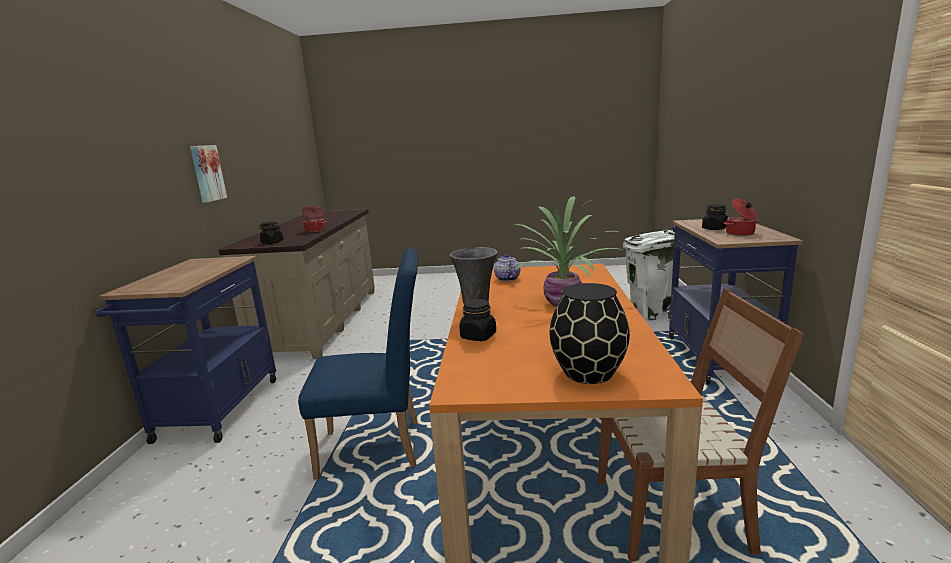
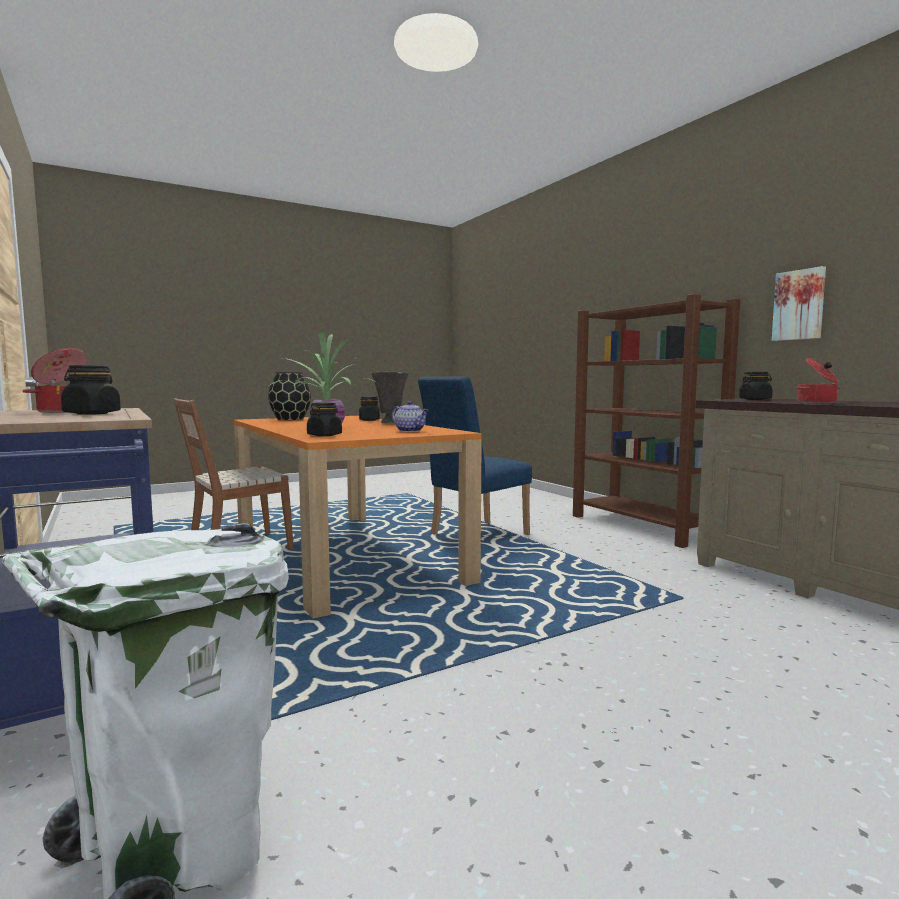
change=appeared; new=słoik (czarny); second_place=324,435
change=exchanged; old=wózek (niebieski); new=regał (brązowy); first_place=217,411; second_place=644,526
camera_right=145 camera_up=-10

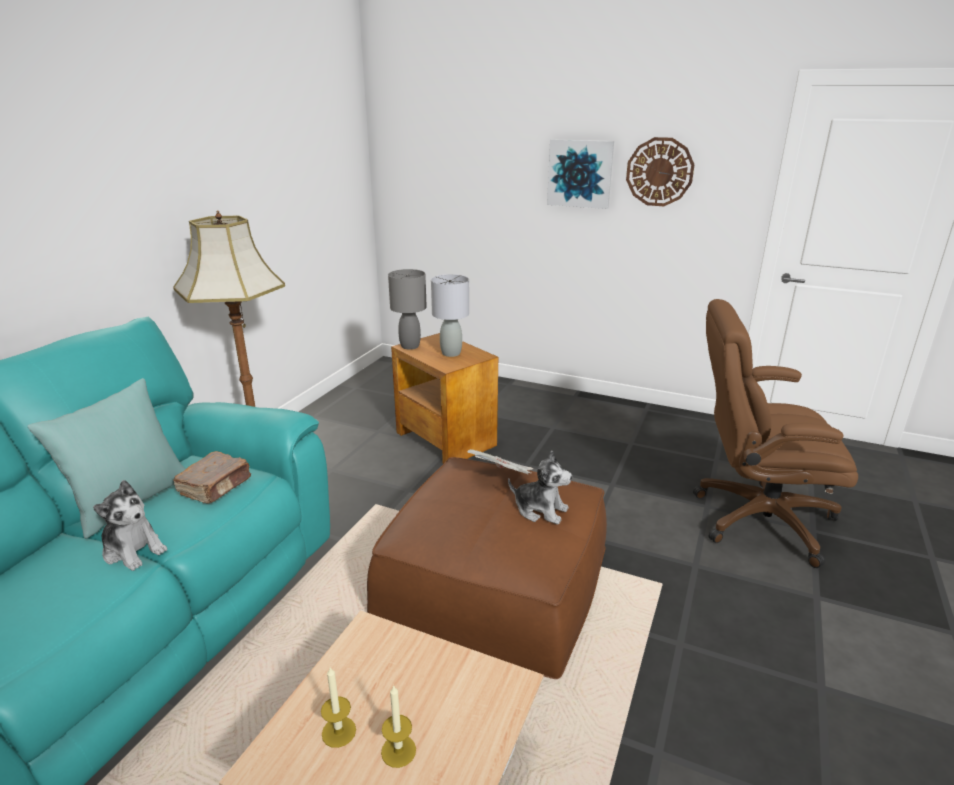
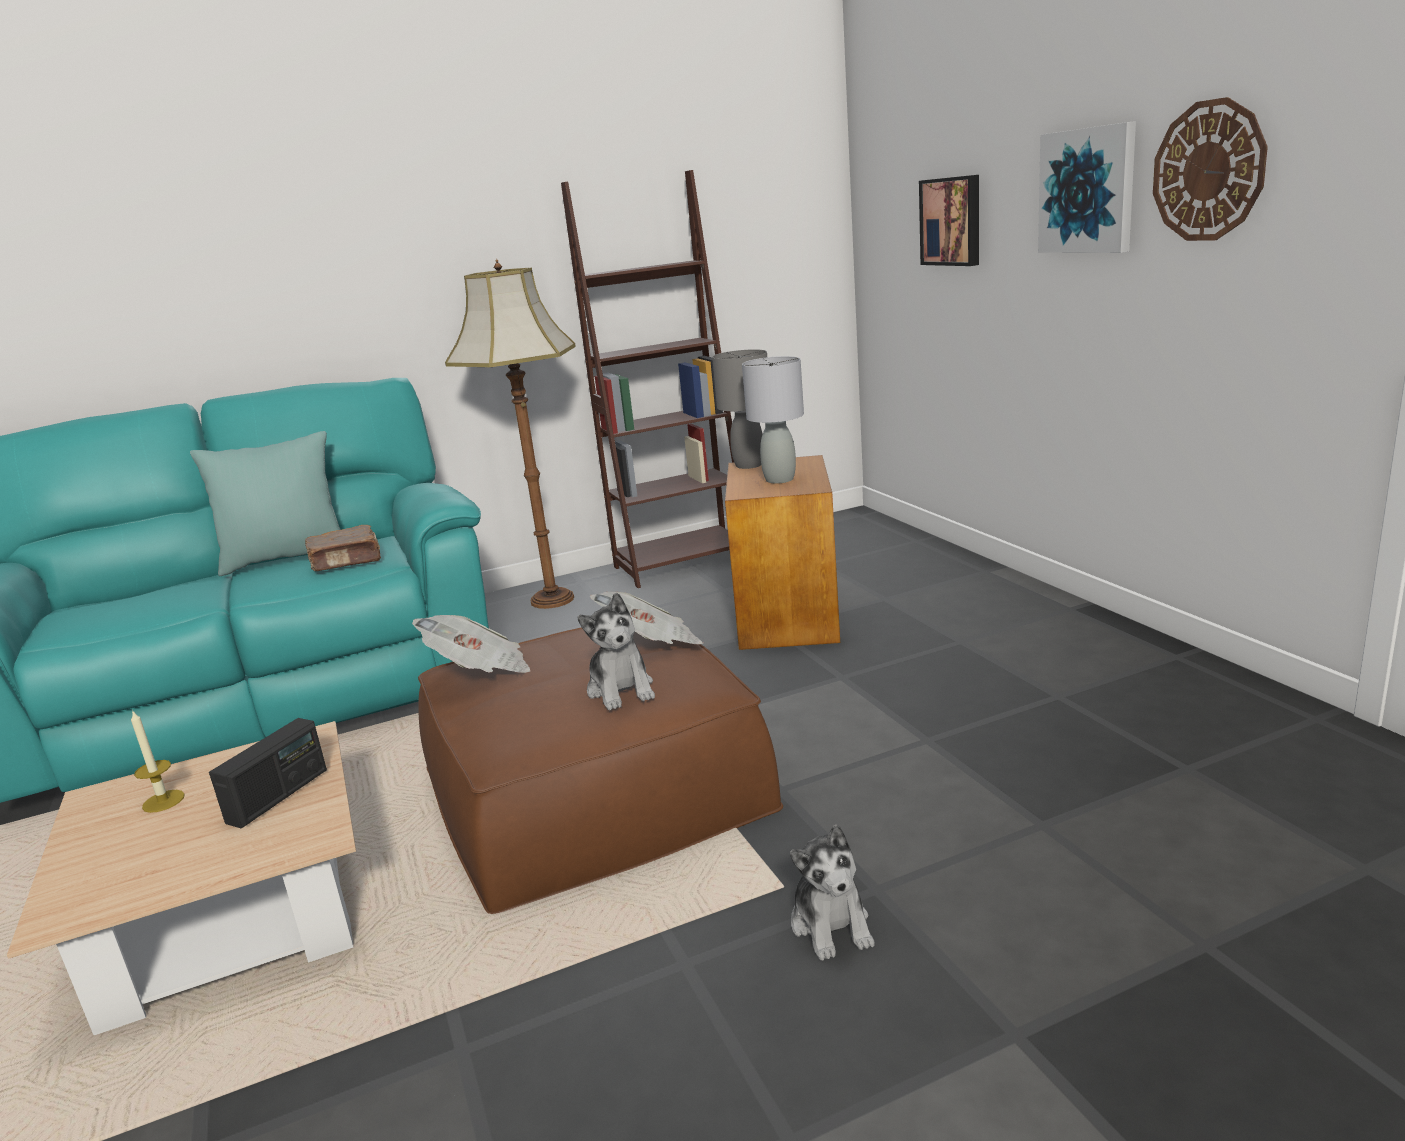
change=missing; old=świeca; first_place=398,751
change=missing; old=krzesło biurowe (brązowy); first_place=752,518
change=appeared; new=radio; second_place=278,796
change=appeared; new=gazeta; second_place=480,670
change=appeared; new=regał (brązowy); second_place=682,563
change=appeared; new=obraz; second_place=952,221
change=relocated; old=pluszak; first_place=134,550; second_place=831,925
camera_right=45 camera_up=-5

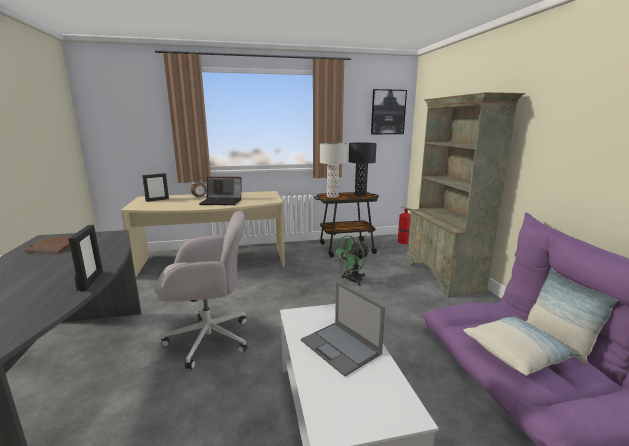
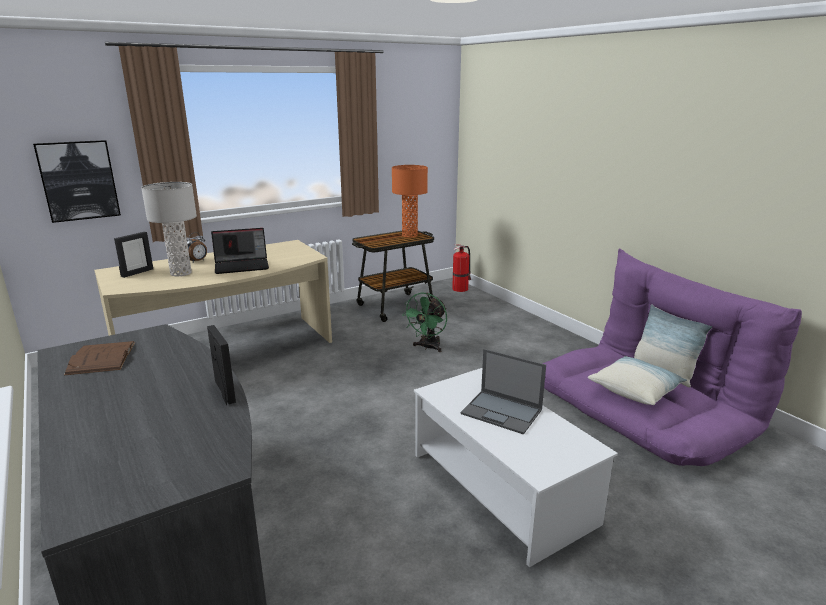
change=missing; old=krzesło biurowe (szary); first_place=210,340
change=missing; old=regał (zielony); first_place=443,276
change=relocated; old=lampa stołowa (biały); first_place=332,196; second_place=181,273
change=relocated; old=obraz; first_place=388,112; second_place=78,180
change=colour; old=lampa stołowa (czarny); new=lampa stołowa (pomarańczowy); first_place=360,195; second_place=409,235
camera_right=-20 camera_up=5

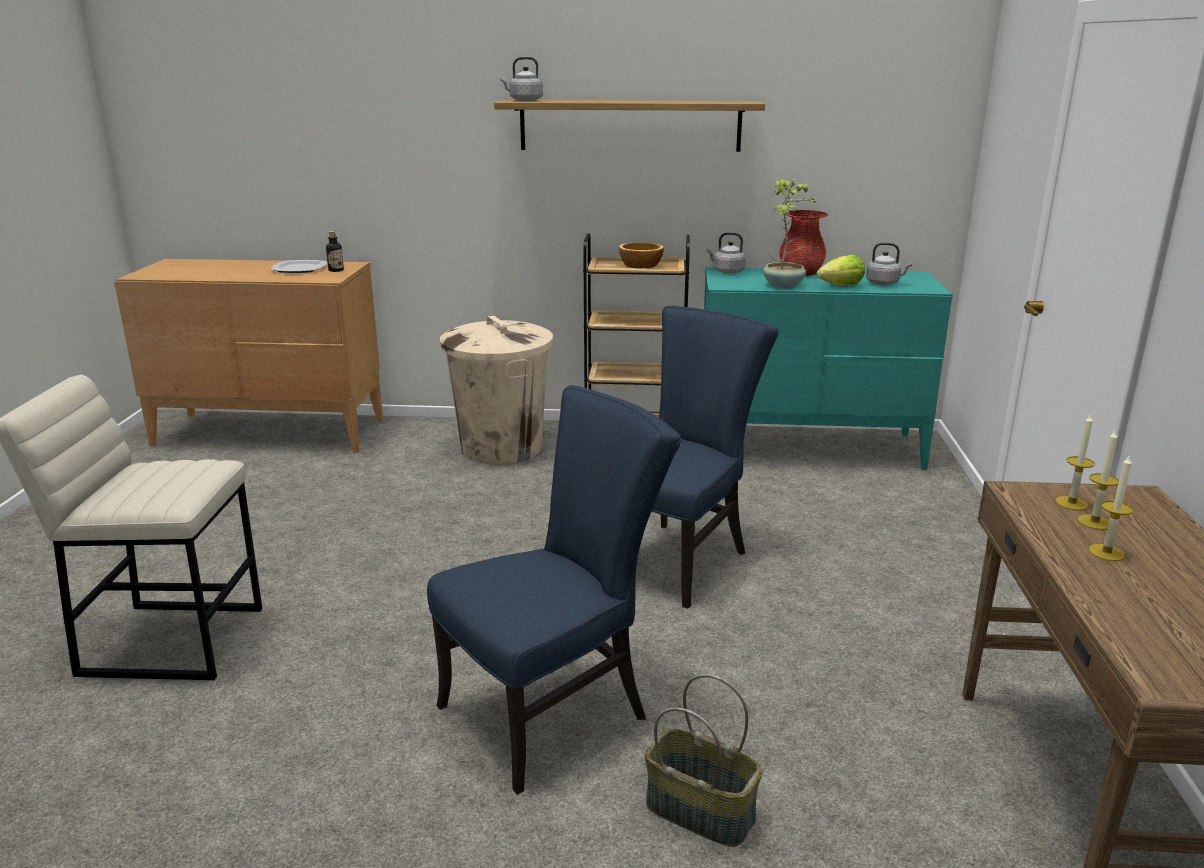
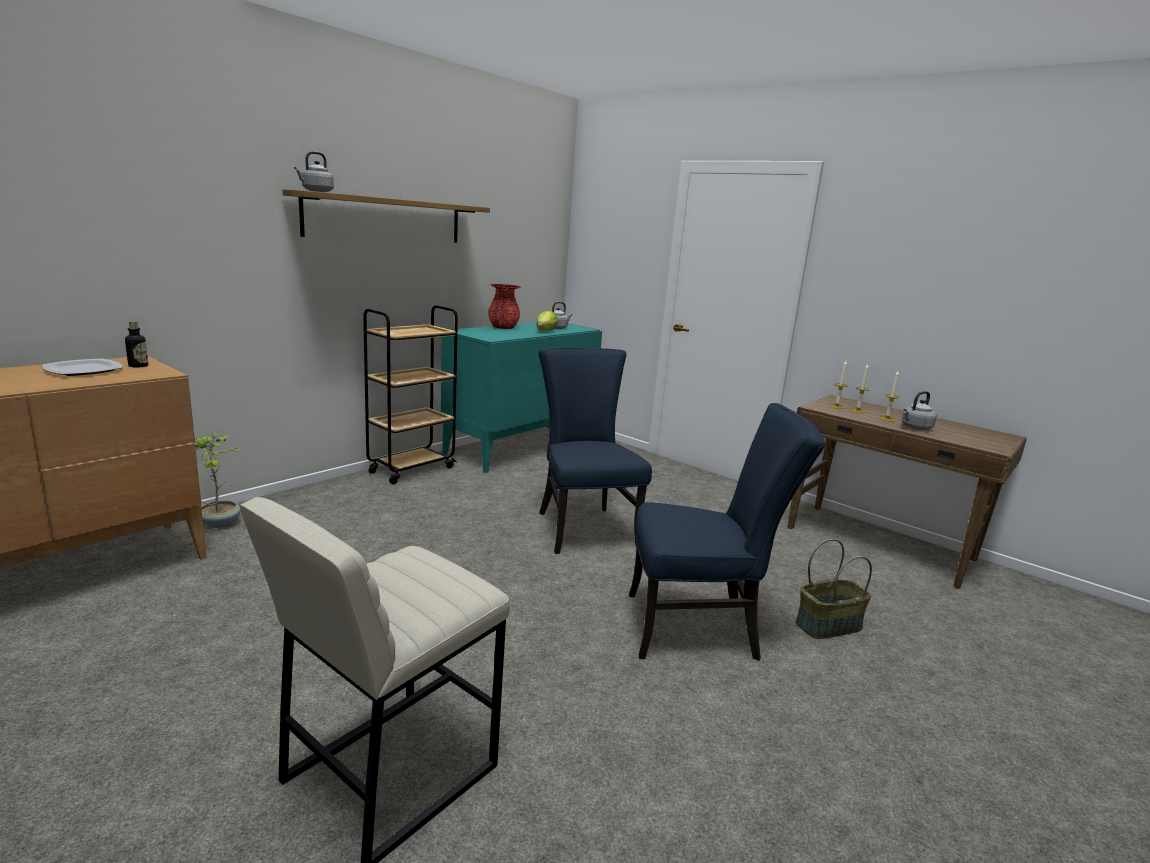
change=missing; old=kosz na śmieci (beżowy); first_place=501,447
change=missing; old=miska; first_place=640,266
change=relocated; old=czajnik (szary); first_place=727,271; second_place=915,428
change=relocated; old=roślina doniczkowa; first_place=784,285; second_place=221,523
change=spun; old=krzesło (niebieski); first_place=555,709; second_place=700,628; degrees=90
camera_right=-55 camera_up=-5

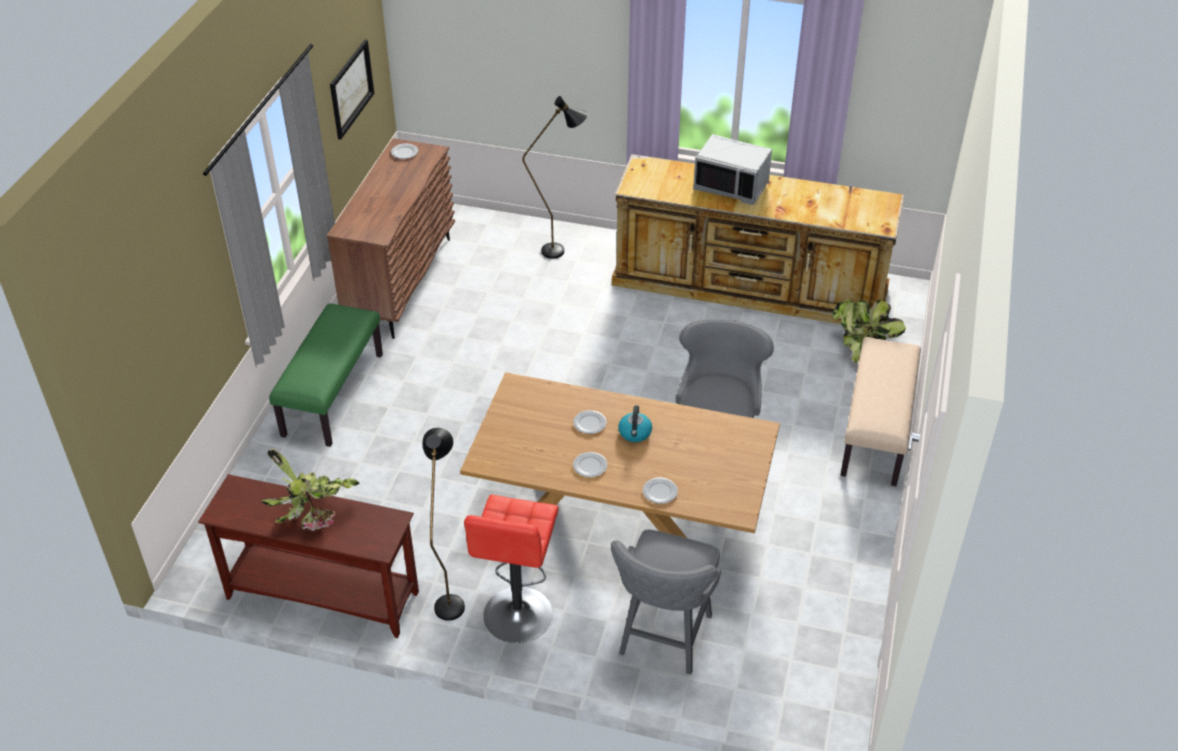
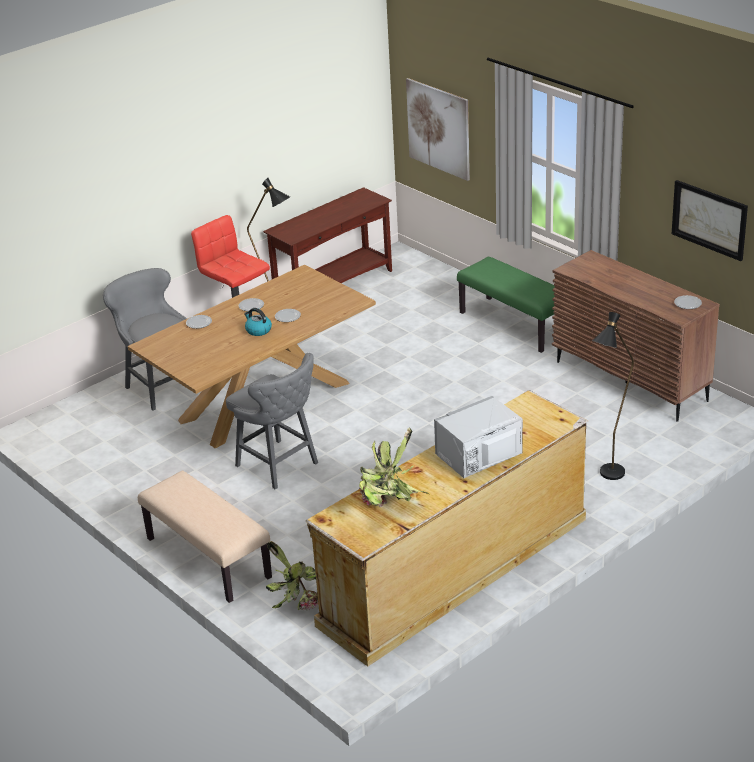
change=appeared; new=obraz; second_place=438,128
change=relocated; old=roślina doniczkowa; first_place=316,515; second_place=389,505
camera_right=125 camera_up=-10

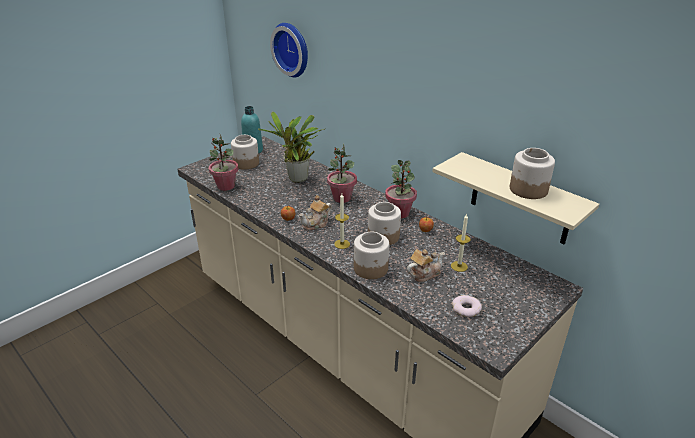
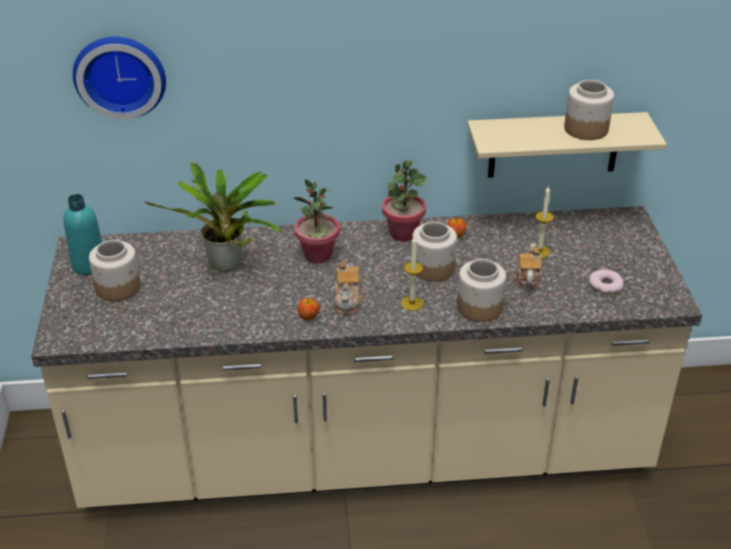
change=missing; old=roślina doniczkowa; first_place=226,186
camera_right=-50 camera_up=5

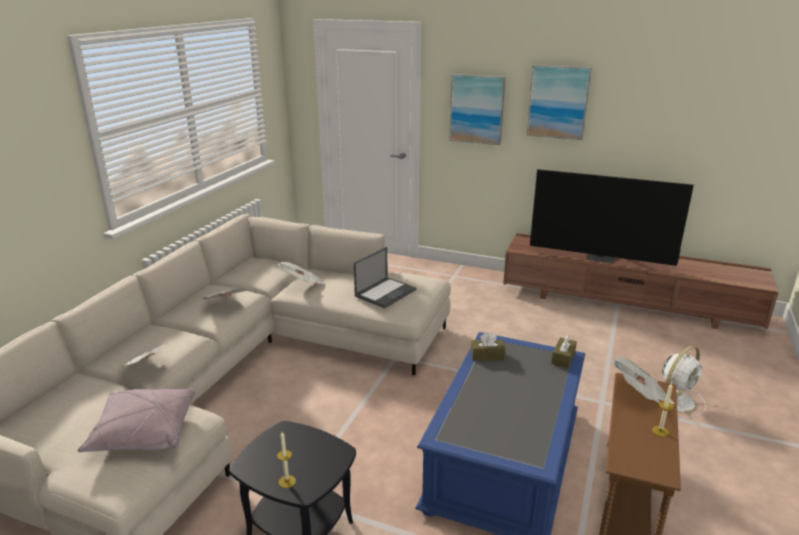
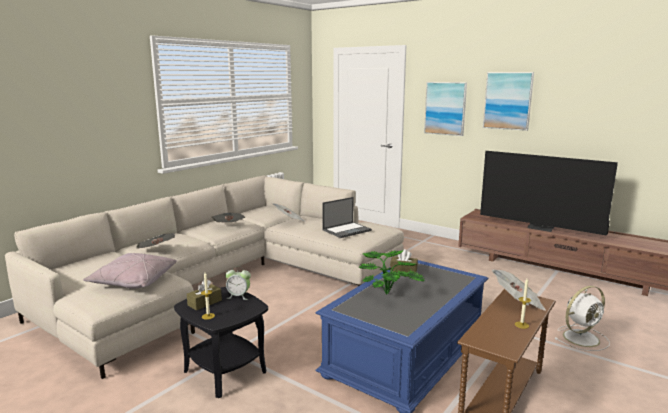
change=appeared; new=budzik; second_place=238,296
change=appeared; new=roślina doniczkowa; second_place=389,292
change=relocated; old=pudełko chusteczek (brązowy); first_place=563,358; second_place=204,303
camera_right=15 camera_up=-10

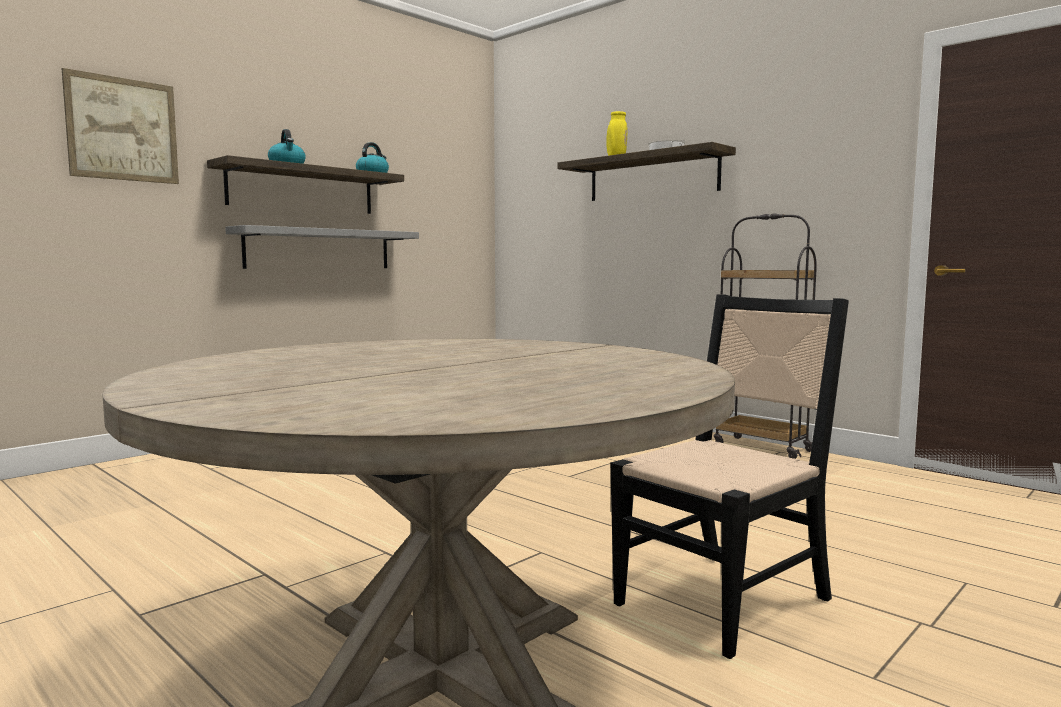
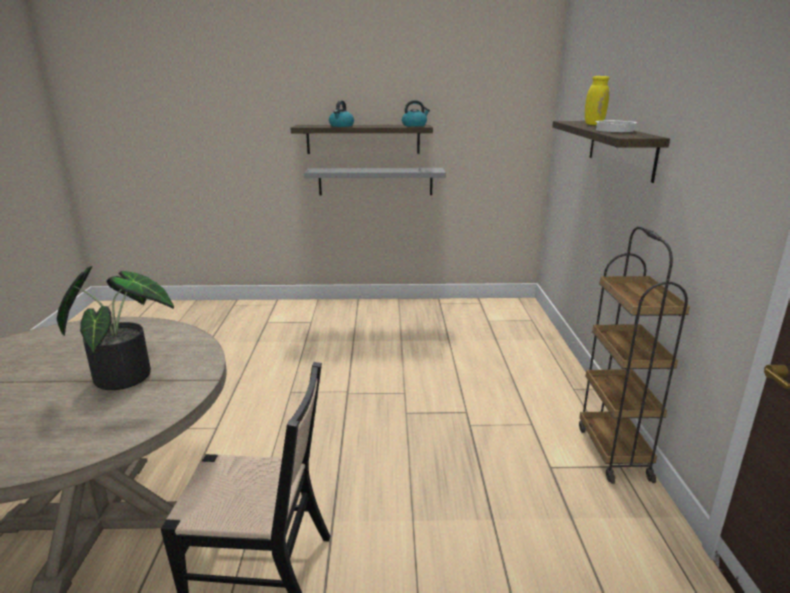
change=missing; old=obraz; first_place=122,129
change=appeared; new=roślina doniczkowa; second_place=129,374
camera_right=45 camera_up=15

